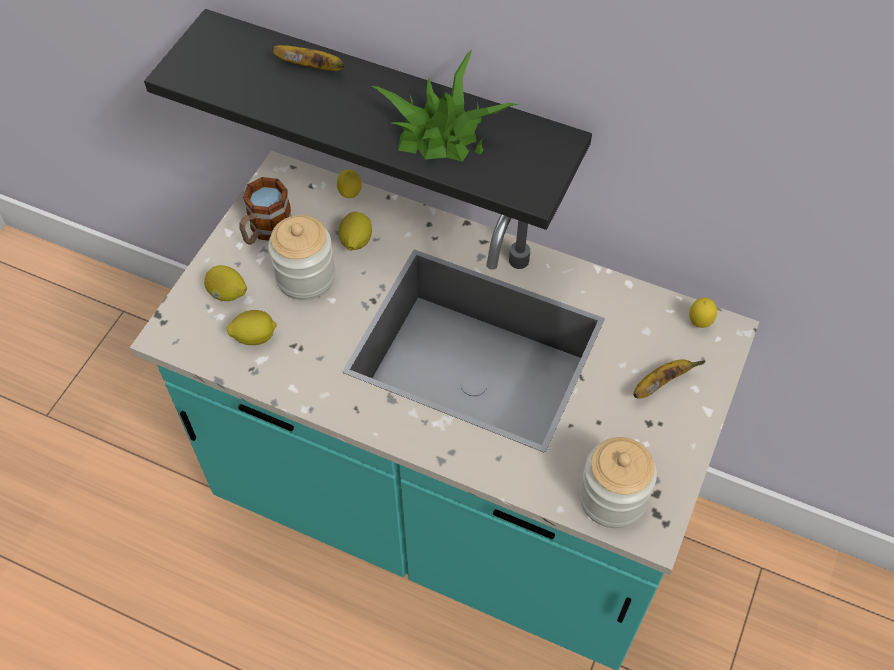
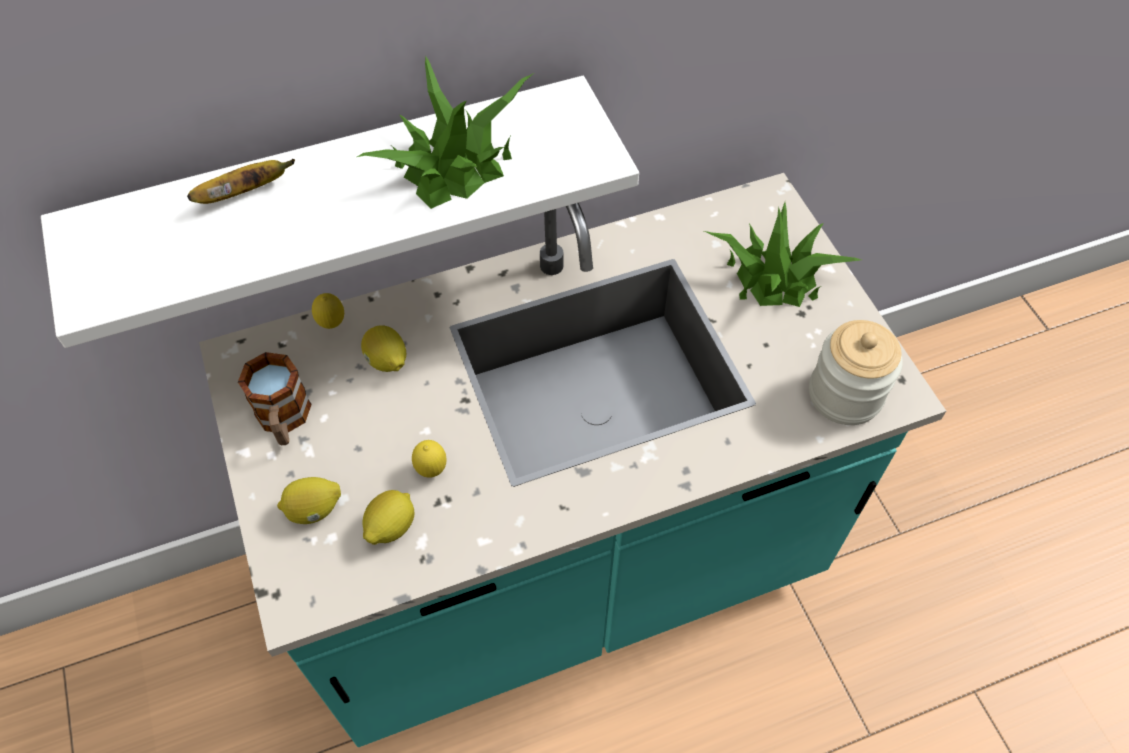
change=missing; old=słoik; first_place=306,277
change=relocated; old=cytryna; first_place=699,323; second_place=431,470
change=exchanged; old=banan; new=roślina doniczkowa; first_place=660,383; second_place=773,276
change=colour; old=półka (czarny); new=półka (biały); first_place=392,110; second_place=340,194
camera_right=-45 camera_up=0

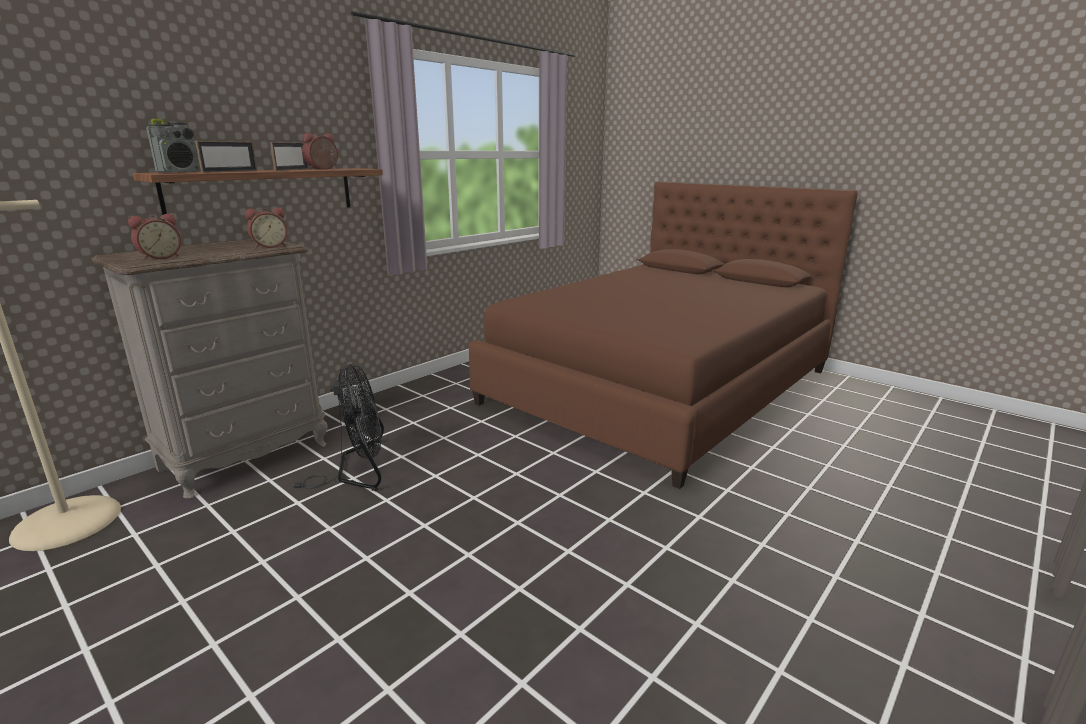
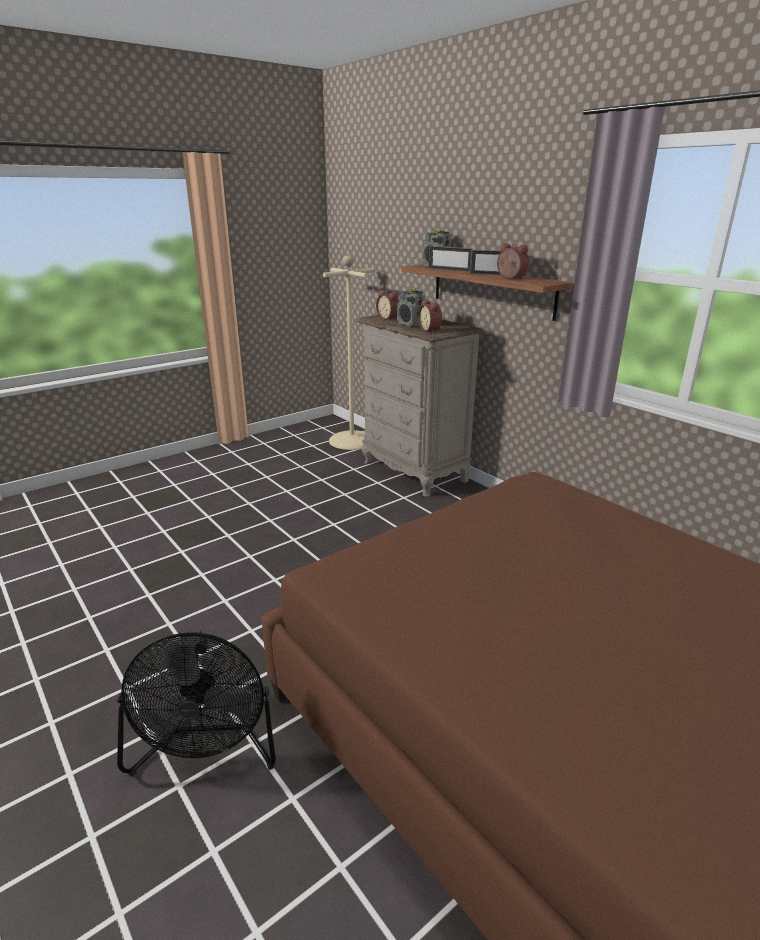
change=appeared; new=radio; second_place=410,324
change=relocated; old=wentylator (czarny); first_place=356,468; second_place=202,746
camera_right=100 camera_up=5

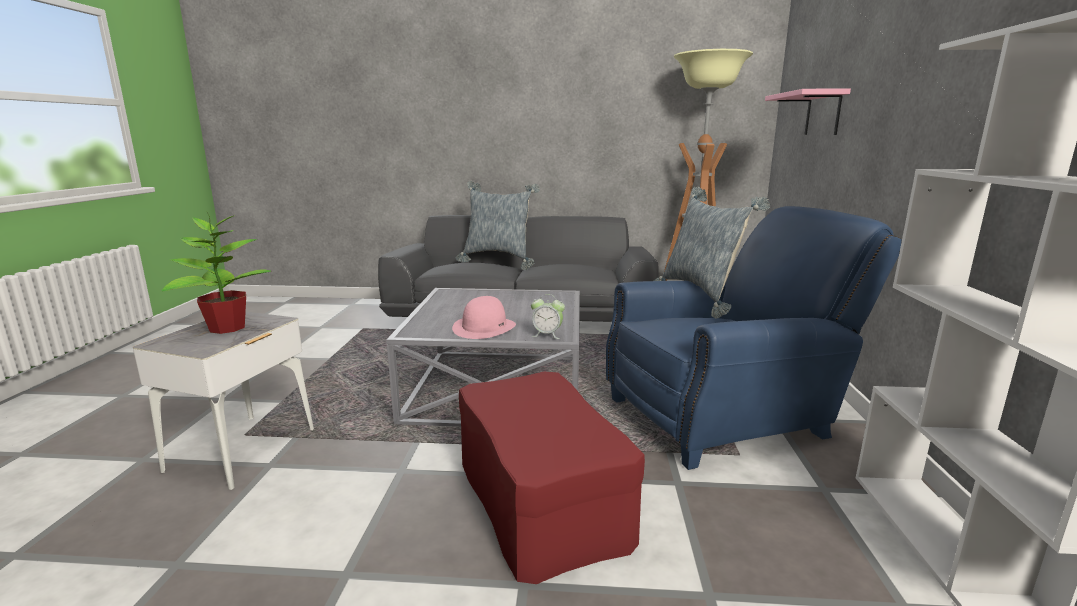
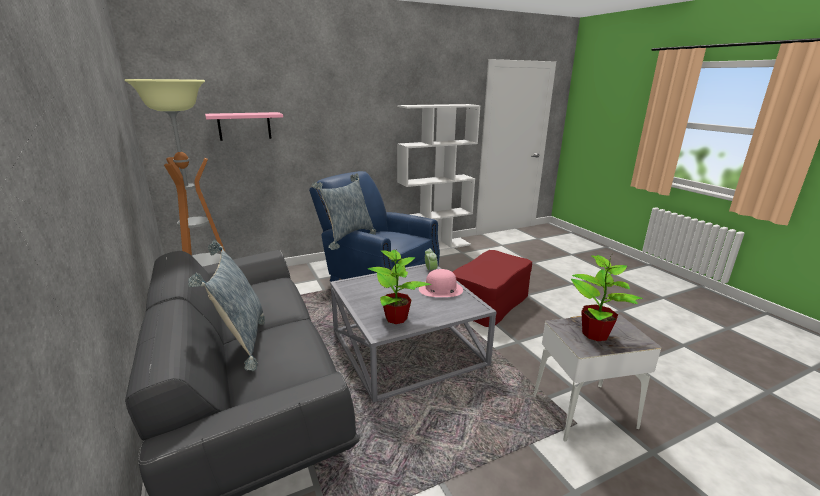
change=appeared; new=roślina doniczkowa; second_place=396,318
camera_right=-120 camera_up=5

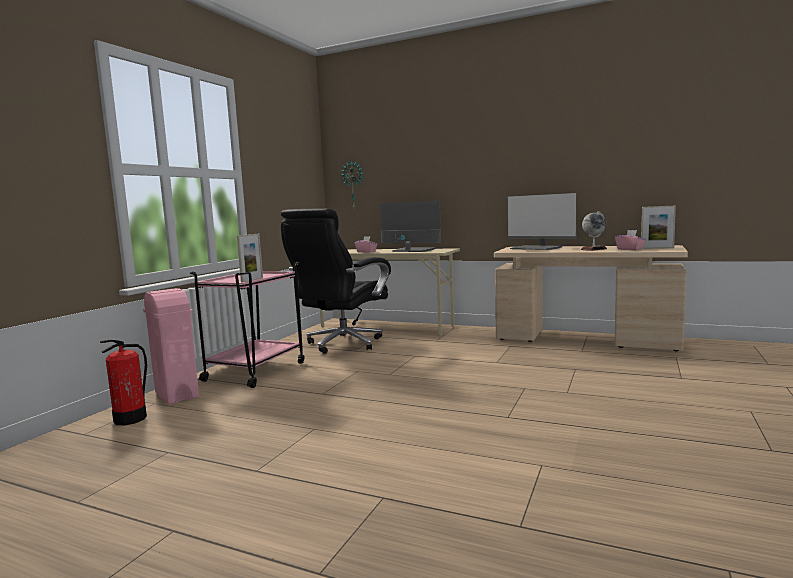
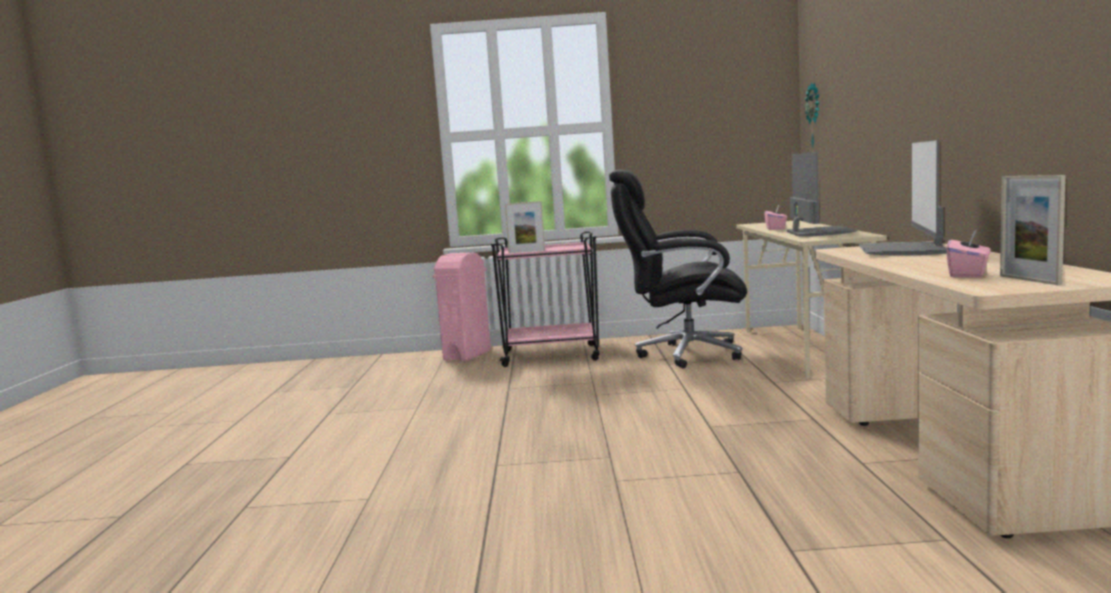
change=missing; old=gaśnica; first_place=131,419
change=missing; old=globus; first_place=593,249
camera_right=65 camera_up=0

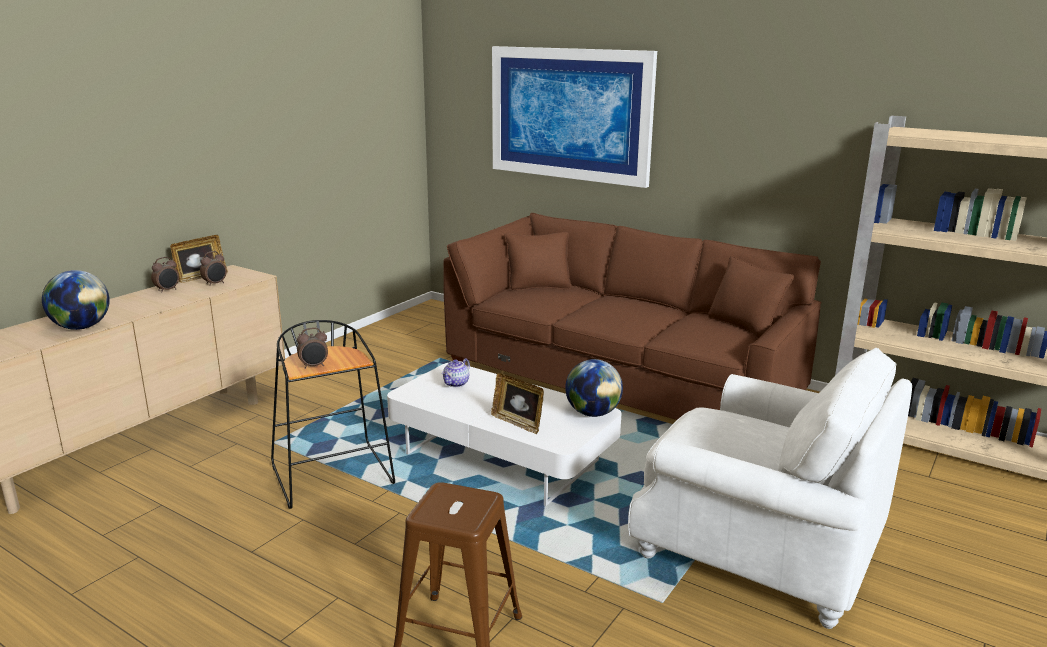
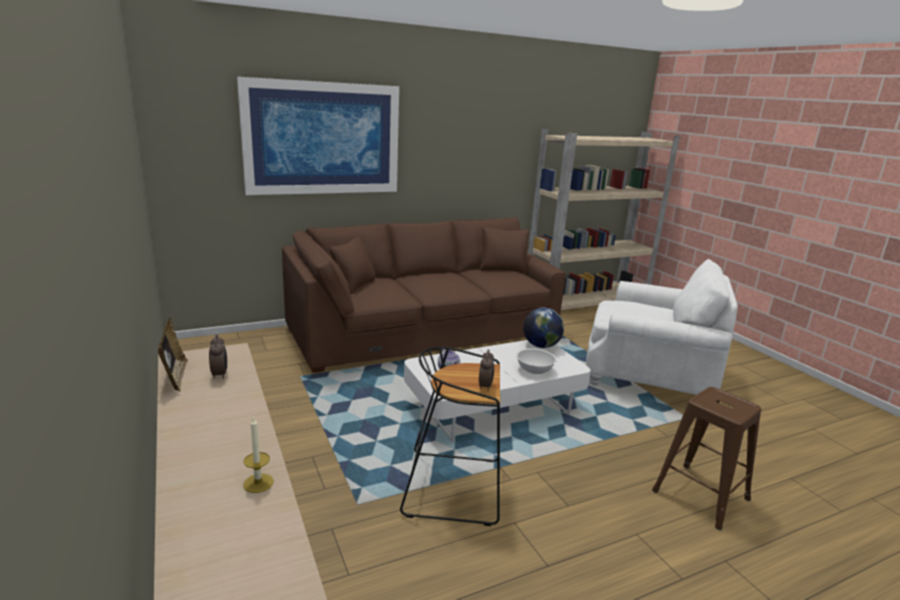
change=missing; old=budzik; first_place=167,290
change=exchanged; old=globus; new=świeca; first_place=81,327; second_place=258,483
change=exchanged; old=ramka na zdjęcie; new=miska (biały); first_place=518,423; second_place=534,370
change=spun; old=fotel (biały); first_place=758,547; second_place=648,375; degrees=45
camera_right=-60 camera_up=0

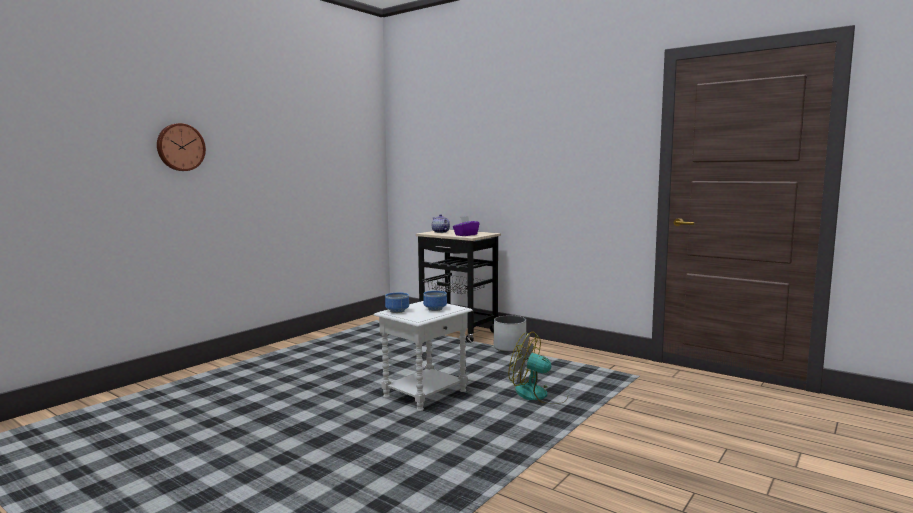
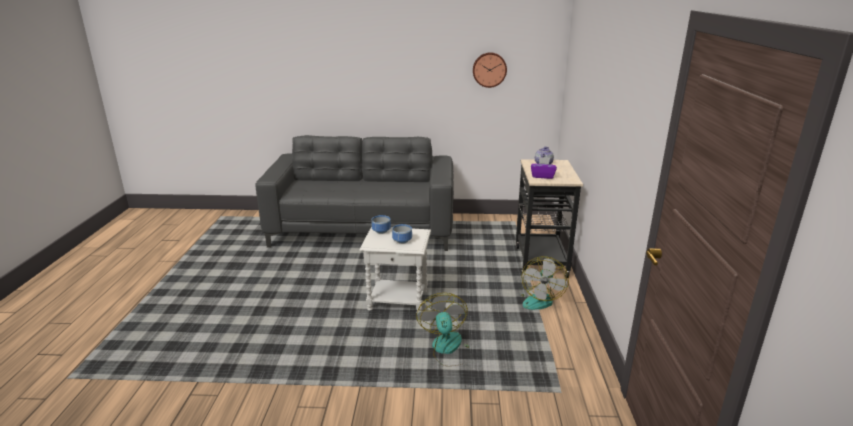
change=appeared; new=kanapa (szary); second_place=363,231
change=relocated; old=zegar ścienny; first_place=180,147; second_place=489,69
change=exchanged; old=donica (biały); new=wentylator; first_place=510,348; second_place=538,299
camera_right=55 camera_up=15

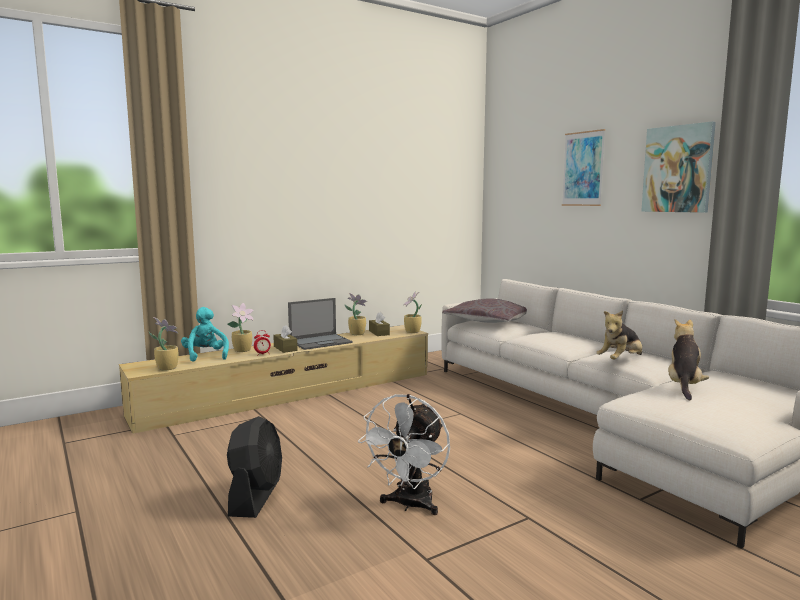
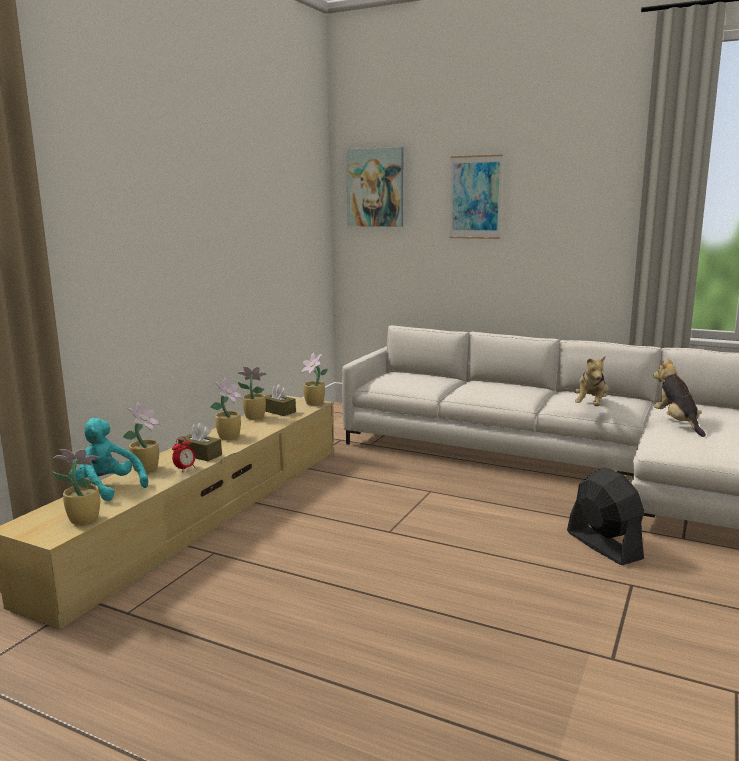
change=missing; old=wentylator (biały); first_place=410,505
change=missing; old=poduszka (szary); first_place=490,321
change=relocated; old=wentylator (czarny); first_place=256,496; second_place=603,545
change=relocated; old=obraz; first_place=678,169; second_place=375,187
change=exchanged; old=laptop; new=roślina doniczkowa; first_place=321,342; second_place=230,436
camera_right=-30 camera_up=5

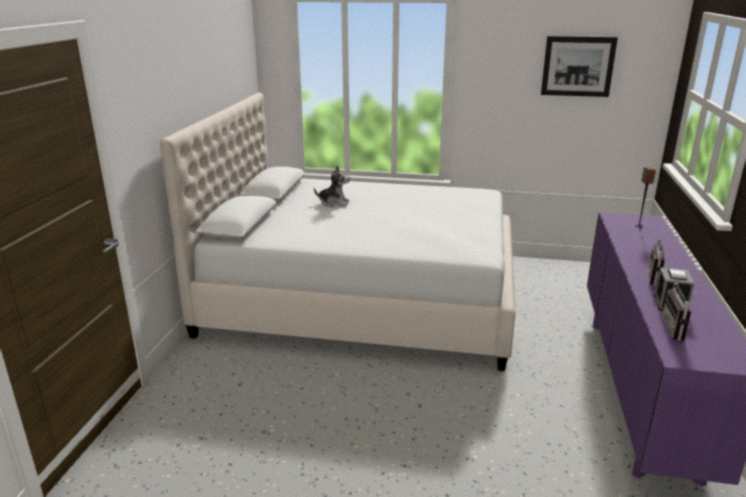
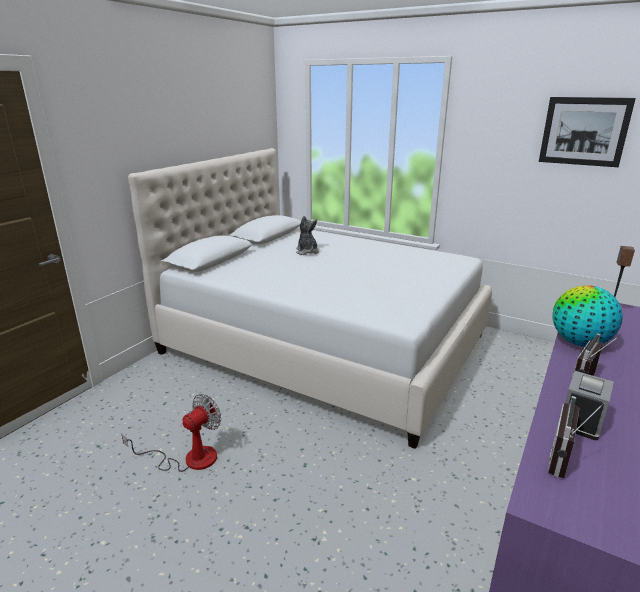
change=appeared; new=wentylator; second_place=189,458
change=appeared; new=globus; second_place=579,342
change=spun; old=pluszak; first_place=334,203; second_place=307,252; degrees=-135
camera_right=20 camera_up=0

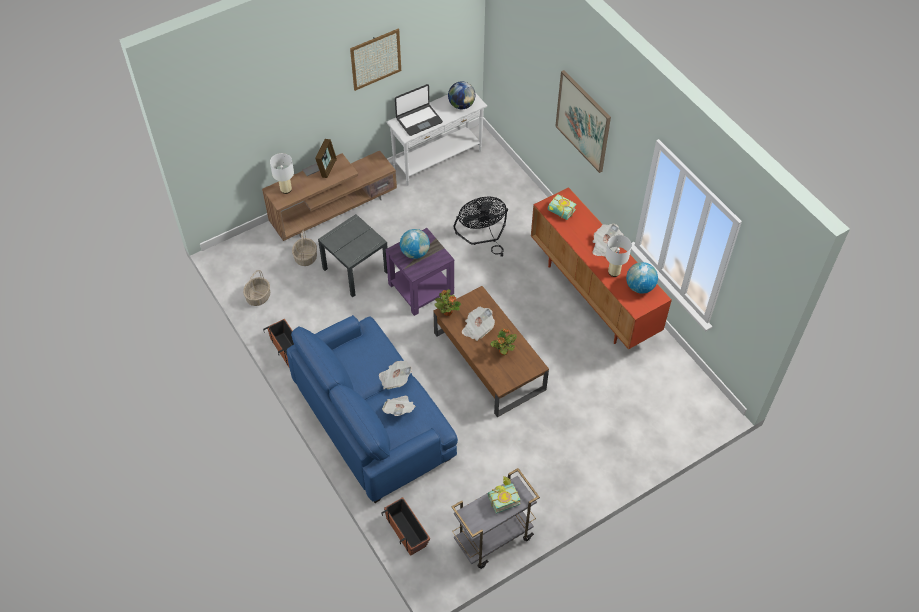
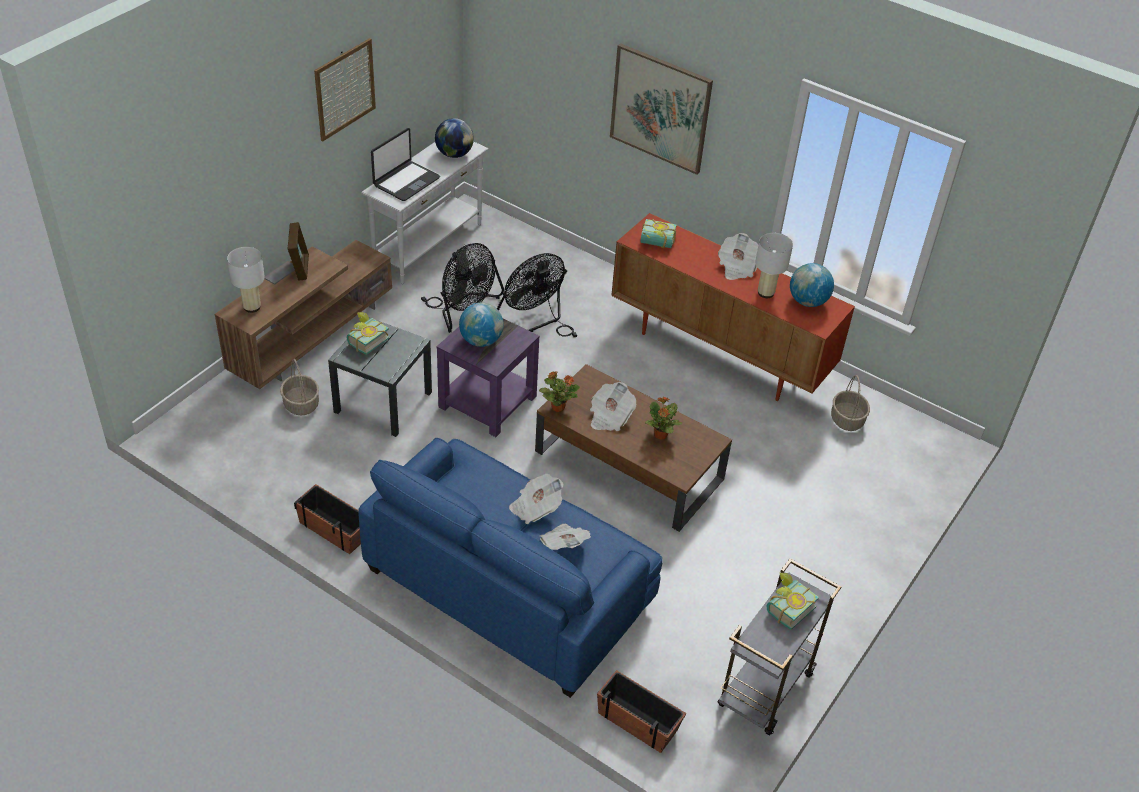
change=appeared; new=książka; second_place=365,340
change=appeared; new=wentylator (czarny); second_place=461,309
change=relocated; old=koszyk; first_place=258,296; second_place=846,419
camera_right=-25 camera_up=-10

